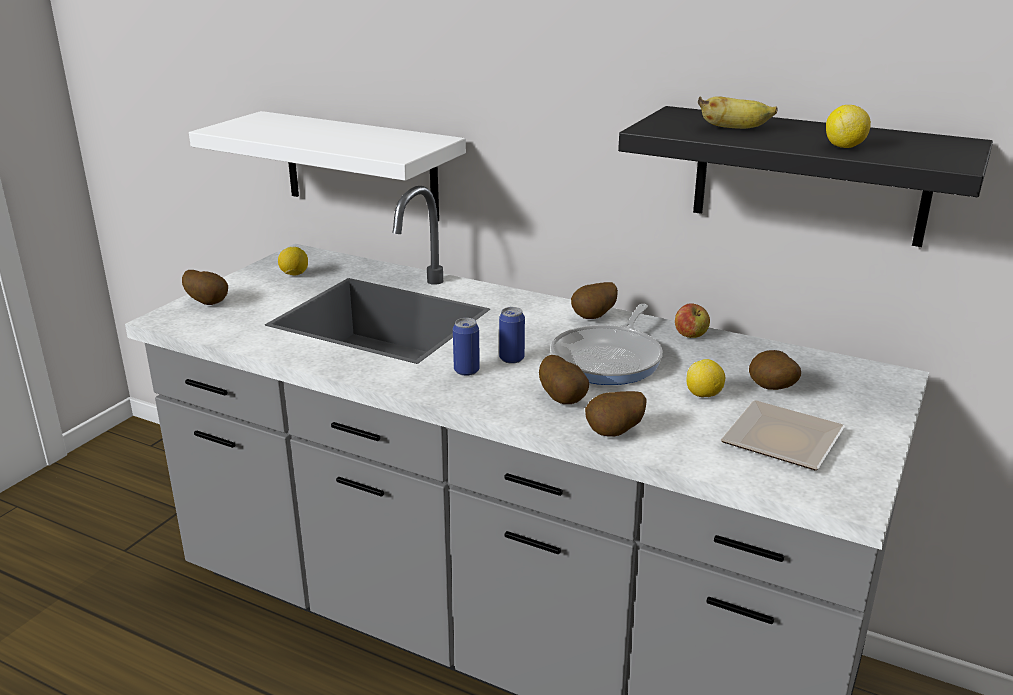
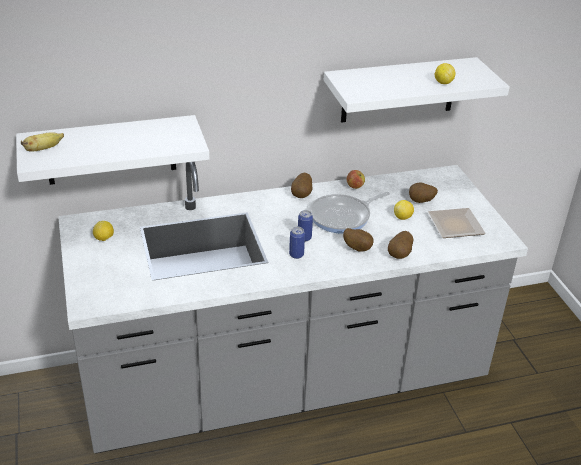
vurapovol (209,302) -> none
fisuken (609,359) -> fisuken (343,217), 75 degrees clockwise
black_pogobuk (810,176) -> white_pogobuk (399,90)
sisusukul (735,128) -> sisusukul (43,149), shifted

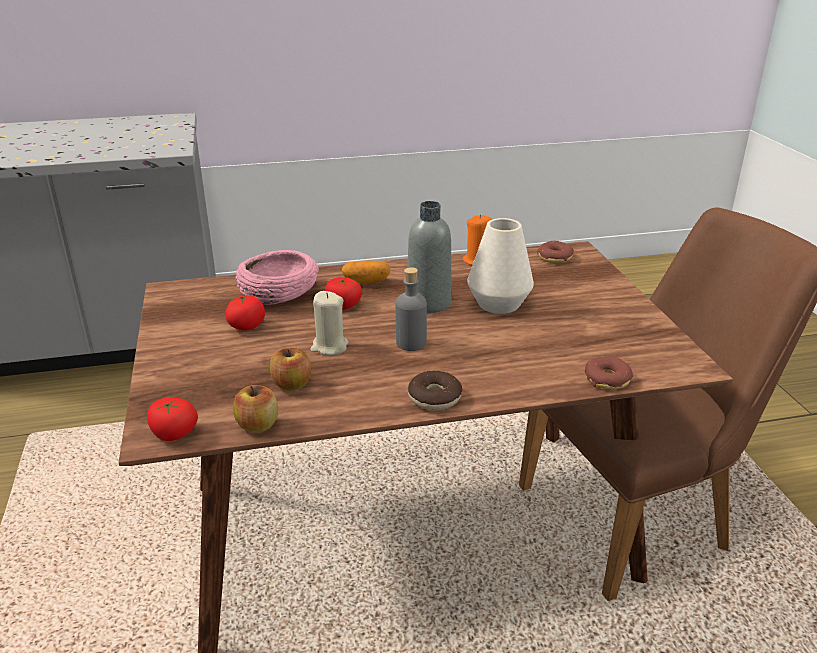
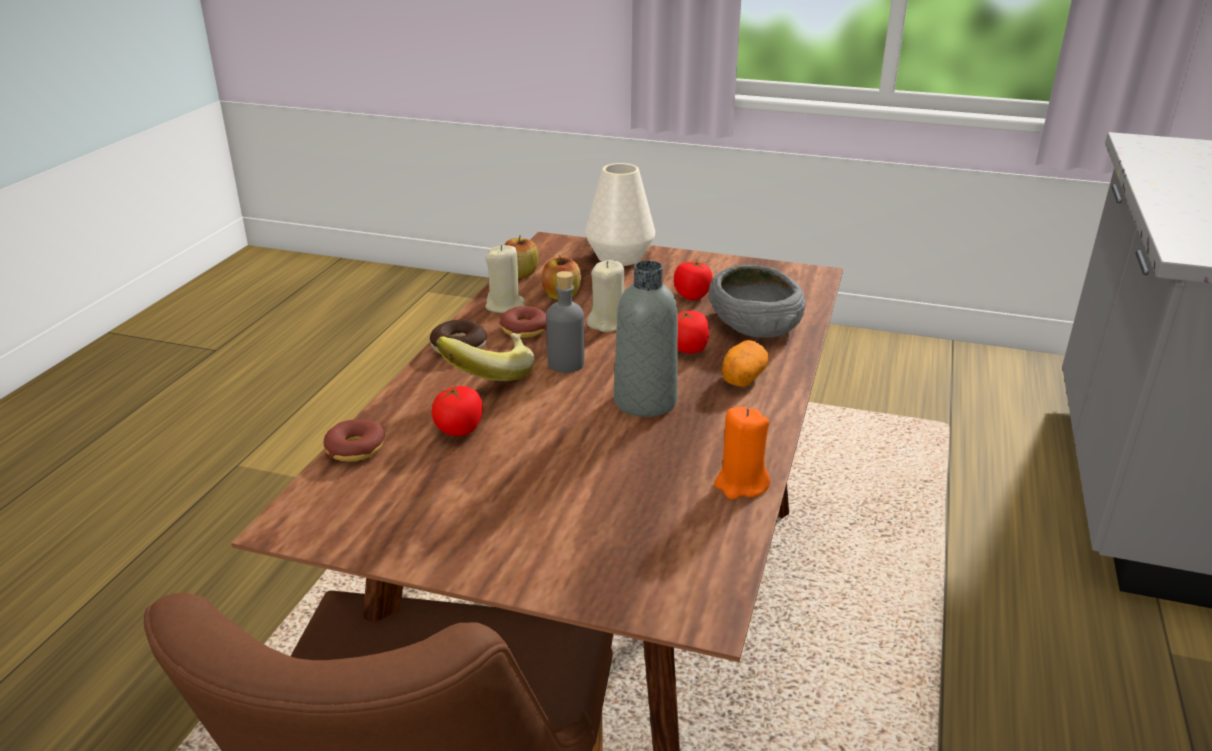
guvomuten (174,434) -> guvomuten (459,429), shifted
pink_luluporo (278,293) -> grey_luluporo (755,322)
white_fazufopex (499,304) -> white_fazufopex (619,257), shifted
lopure (555,258) -> lopure (524,330), shifted
none -> sisusukul (489,373)
none -> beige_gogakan (505,306)

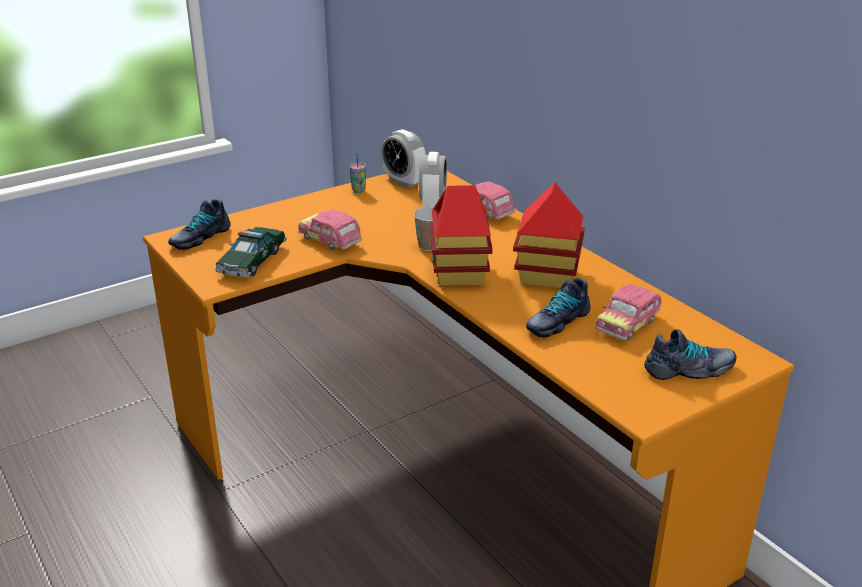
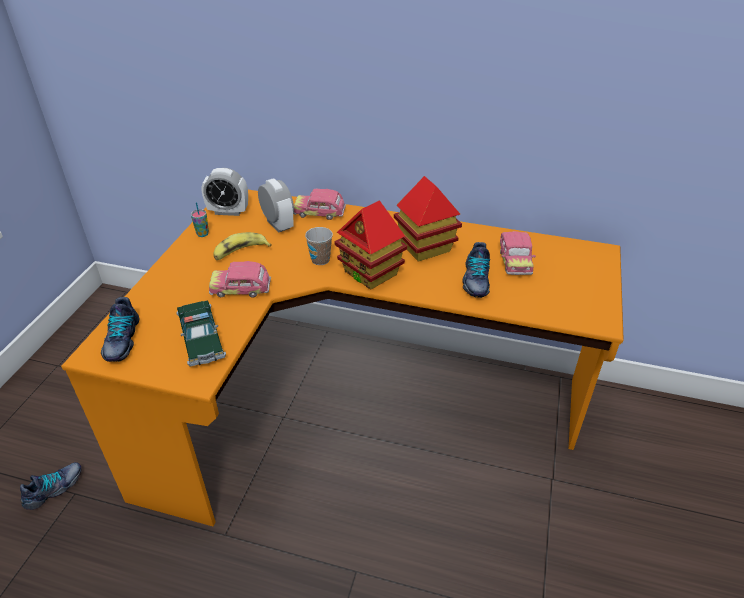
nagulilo (689,370) -> nagulilo (54,489), shifted
none -> sisusukul (240,252)

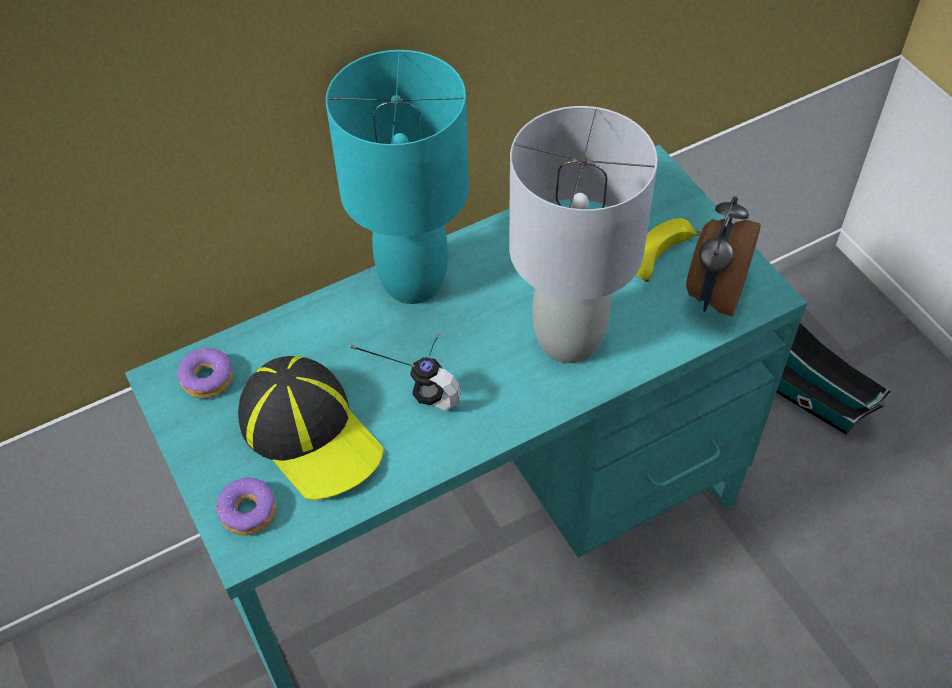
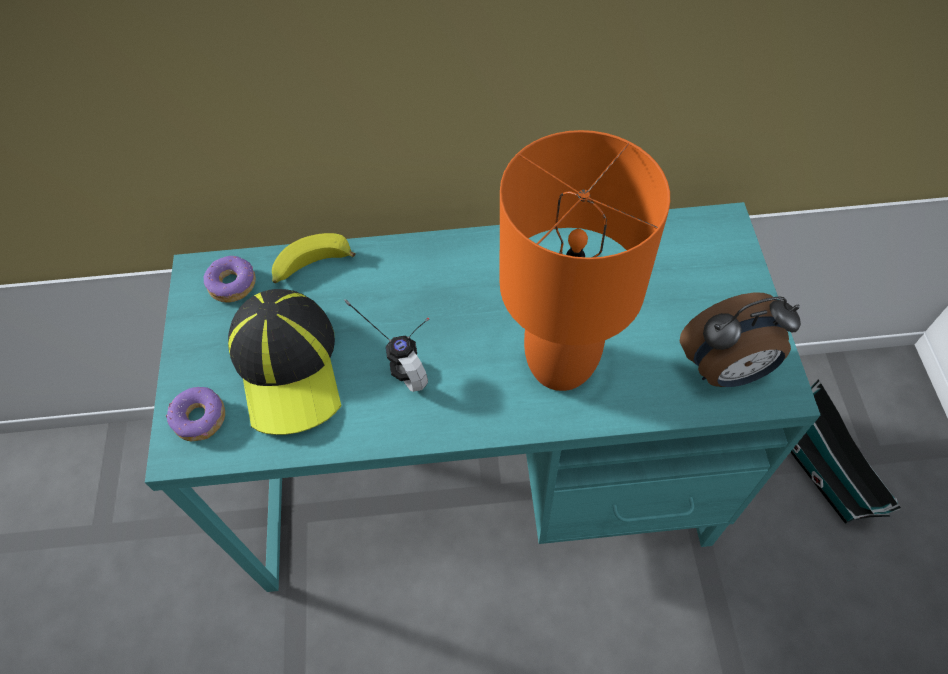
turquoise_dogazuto (412,282) -> none
grey_dogazuto (570,339) -> orange_dogazuto (562,364)
sisusukul (662,259) -> sisusukul (311,267), shifted
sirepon (713,293) -> sirepon (726,370), 150 degrees counterclockwise

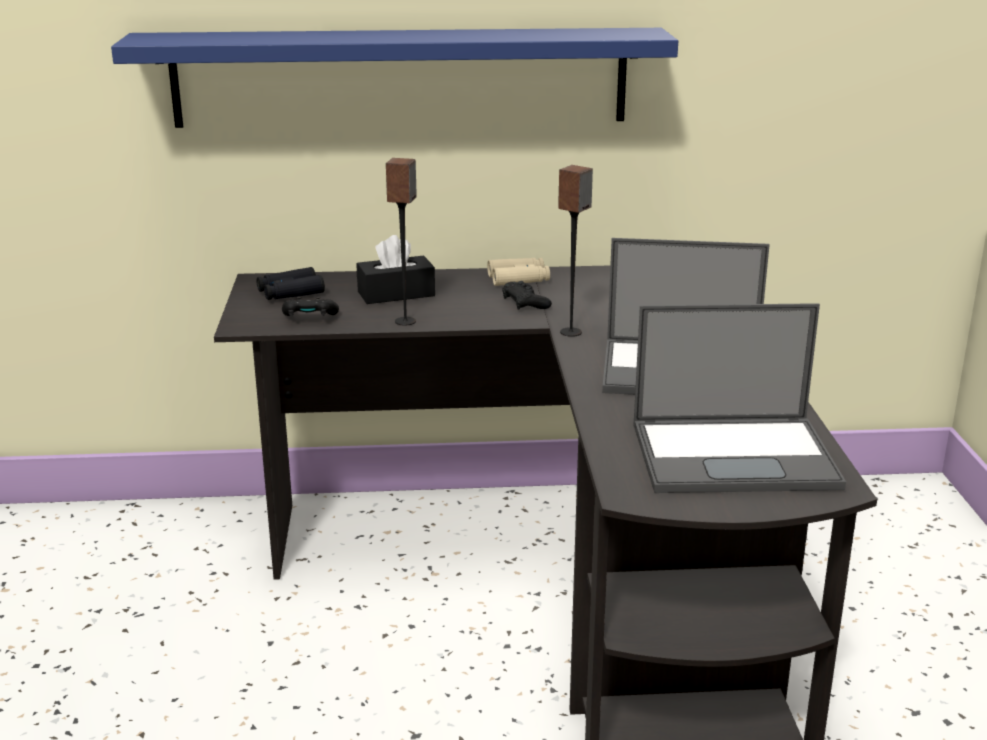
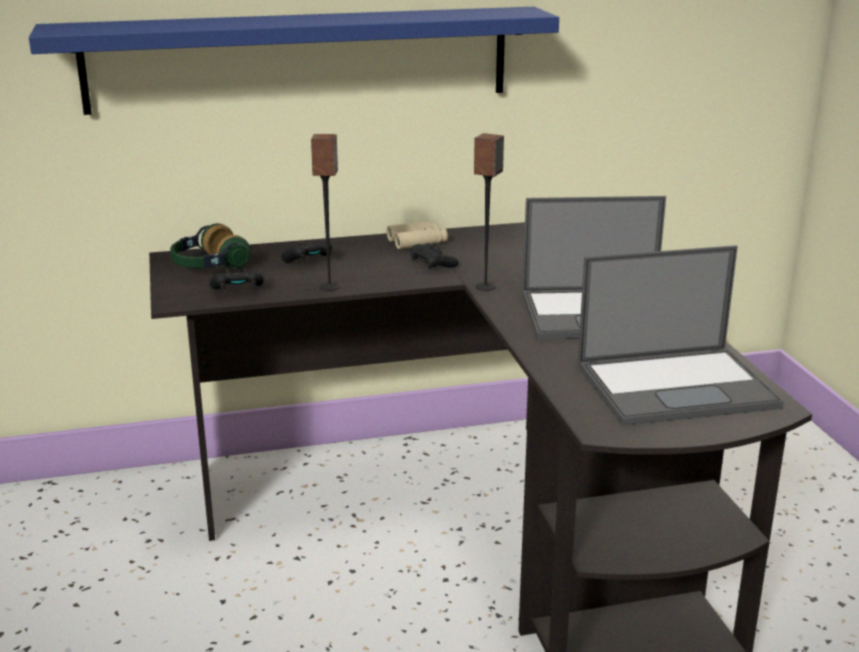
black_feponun (290,292) -> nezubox (209,267)
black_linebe (396,294) -> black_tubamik (310,262)

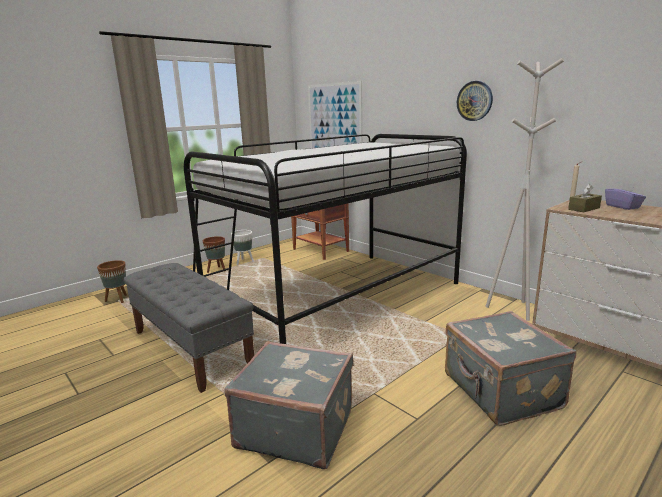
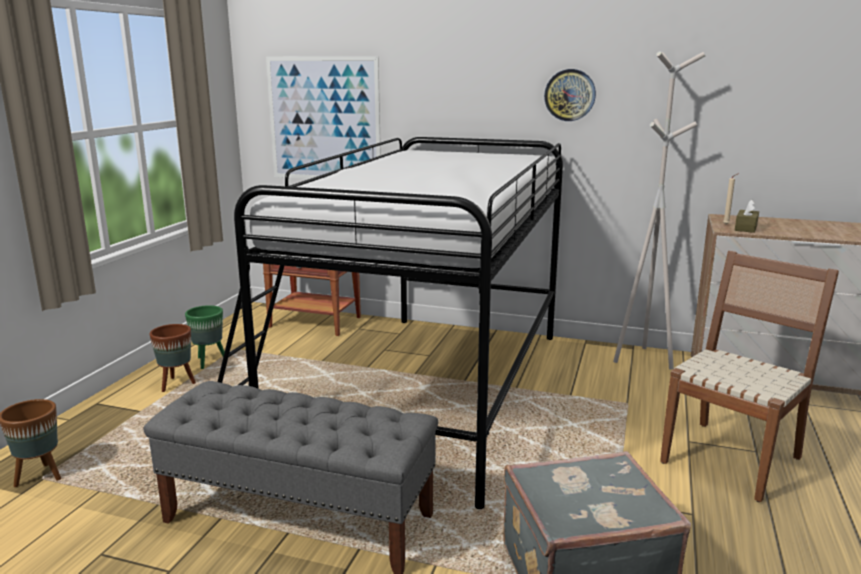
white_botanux (244,262) -> green_botanux (209,361)
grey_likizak (500,392) -> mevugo (733,457)
purple_linebe (622,207) -> none

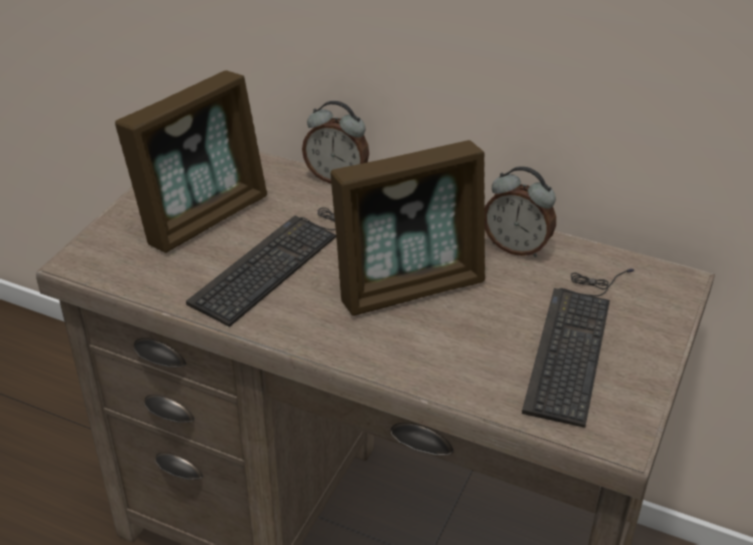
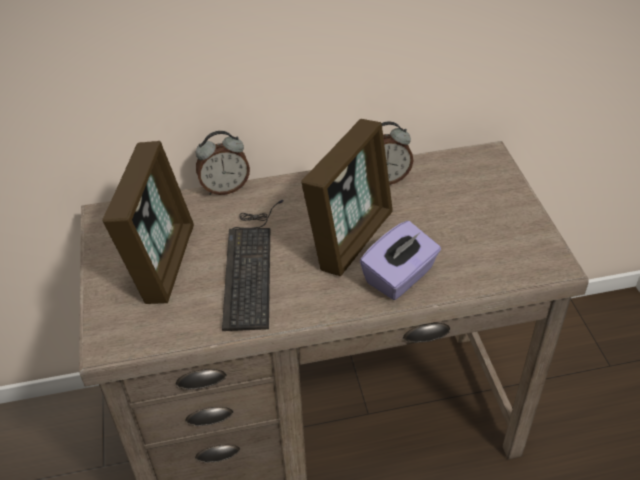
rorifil (575,340) -> none
none -> purple_linebe (399,277)

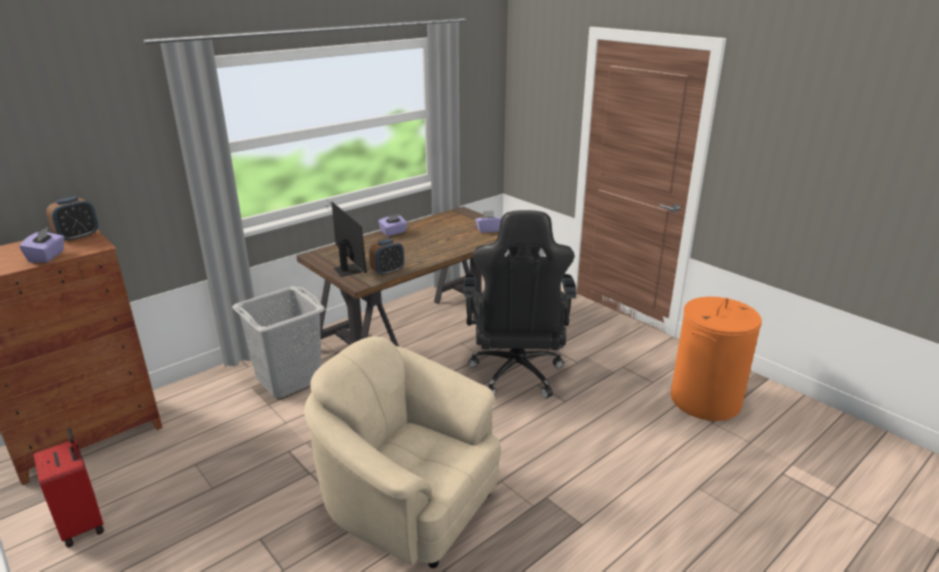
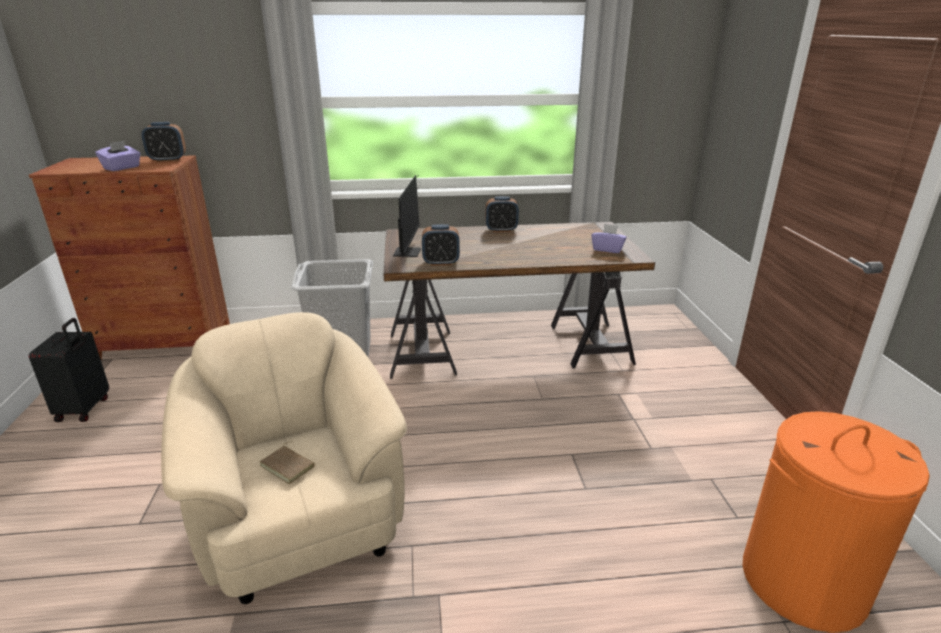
red_likizak (84,524) -> black_likizak (85,409)
purple_linebe (393,232) -> sirepon (501,230)
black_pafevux (515,370) -> none
none -> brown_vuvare (289,466)

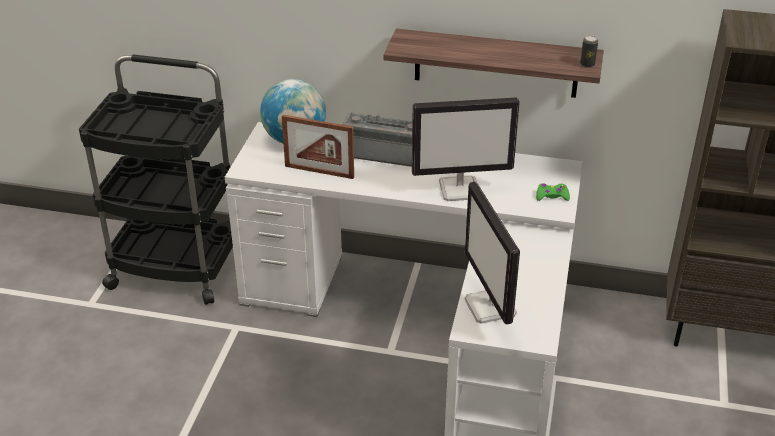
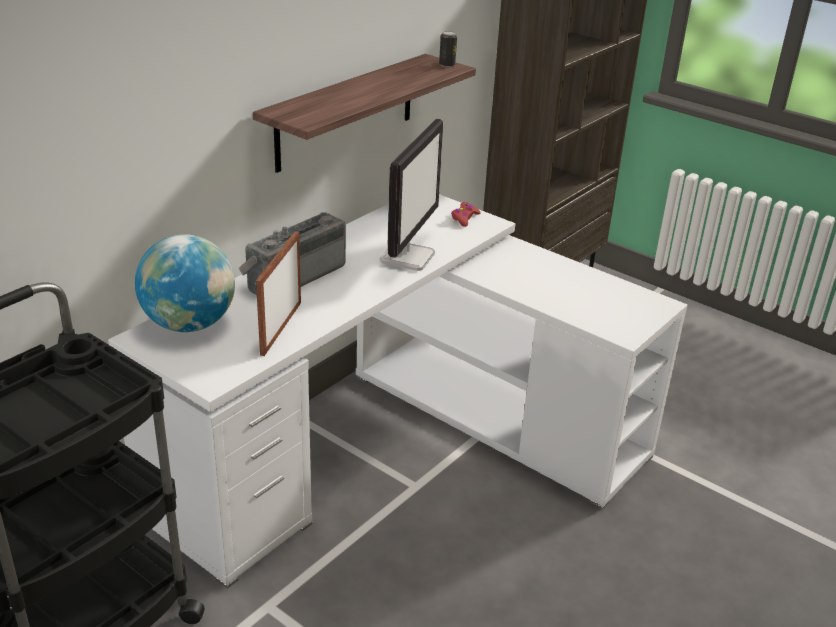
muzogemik (319,172) -> muzogemik (281,328), 150 degrees clockwise
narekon (491,307) -> none
green_tubamik (552,196) -> red_tubamik (464,218)

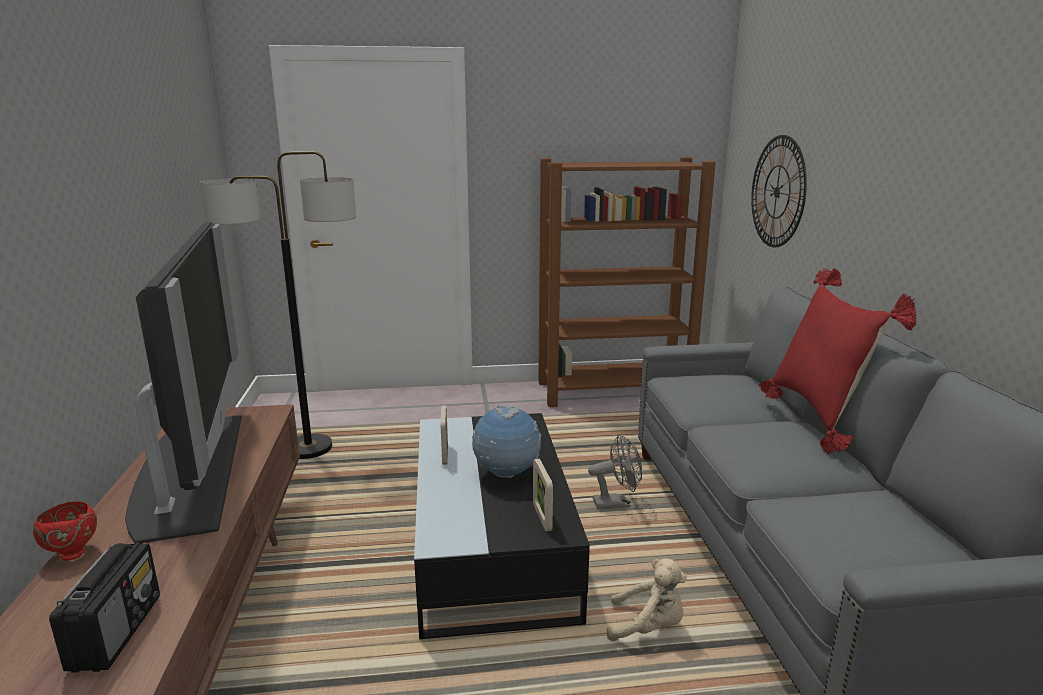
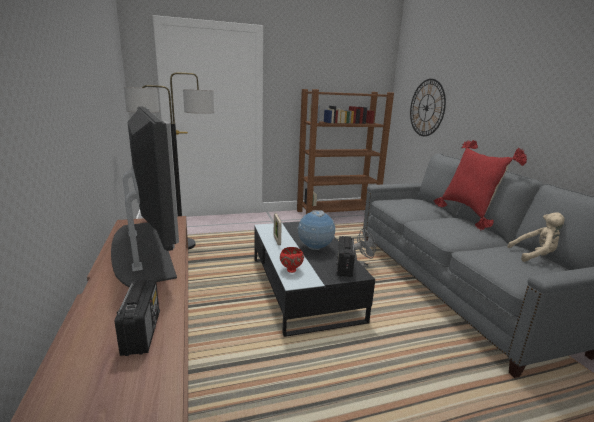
red_luluporo (73,553) -> red_luluporo (291,270), shifted
muzogemik (542,517) -> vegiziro (344,267)
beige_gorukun (648,627) -> beige_gorukun (535,256), shifted

